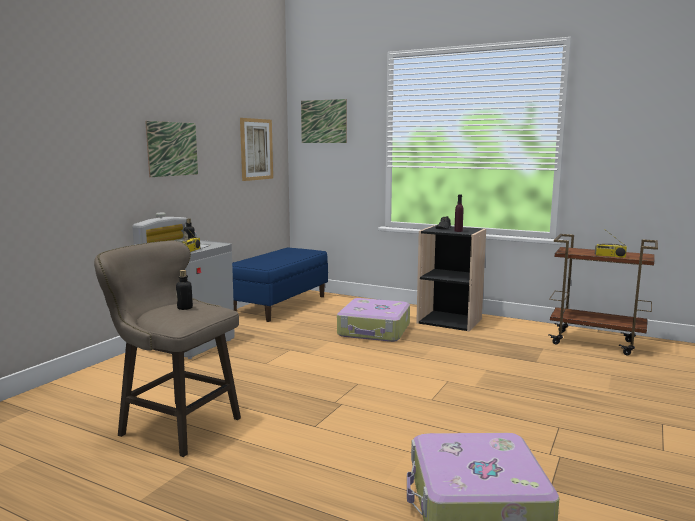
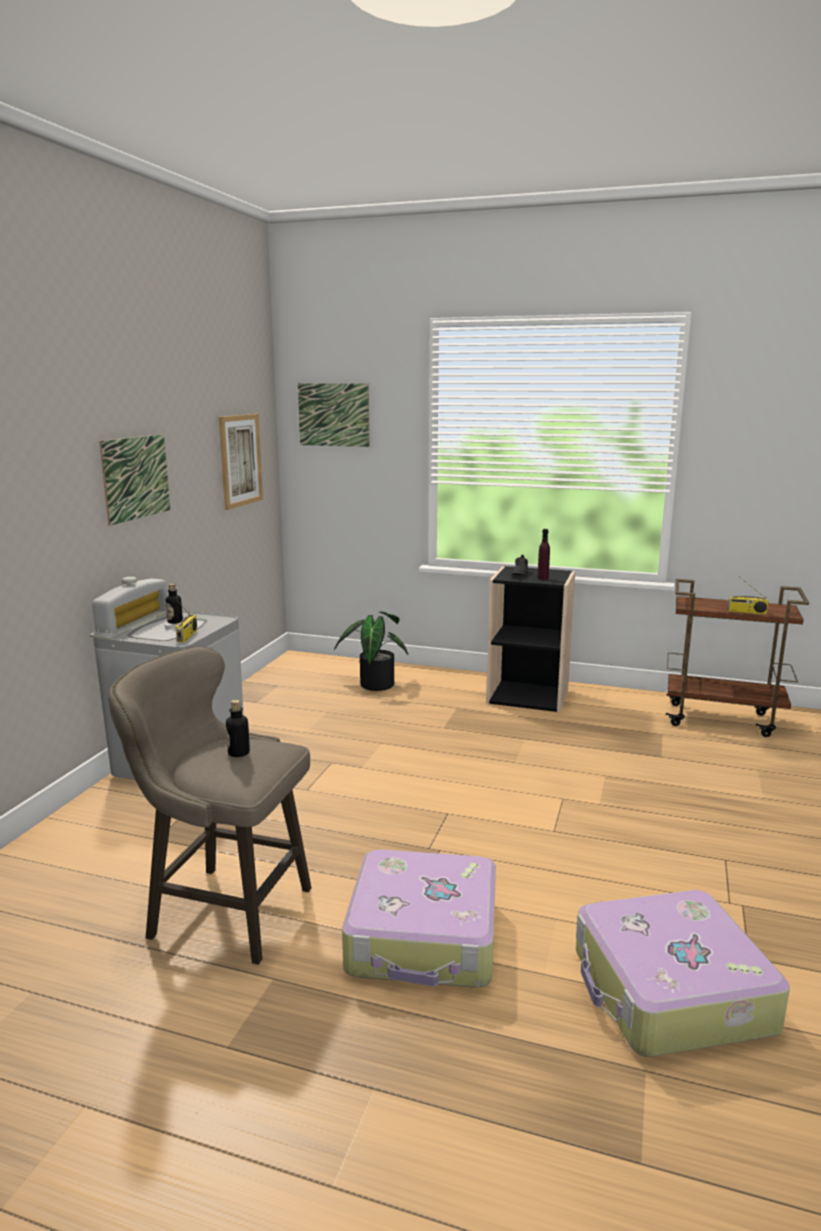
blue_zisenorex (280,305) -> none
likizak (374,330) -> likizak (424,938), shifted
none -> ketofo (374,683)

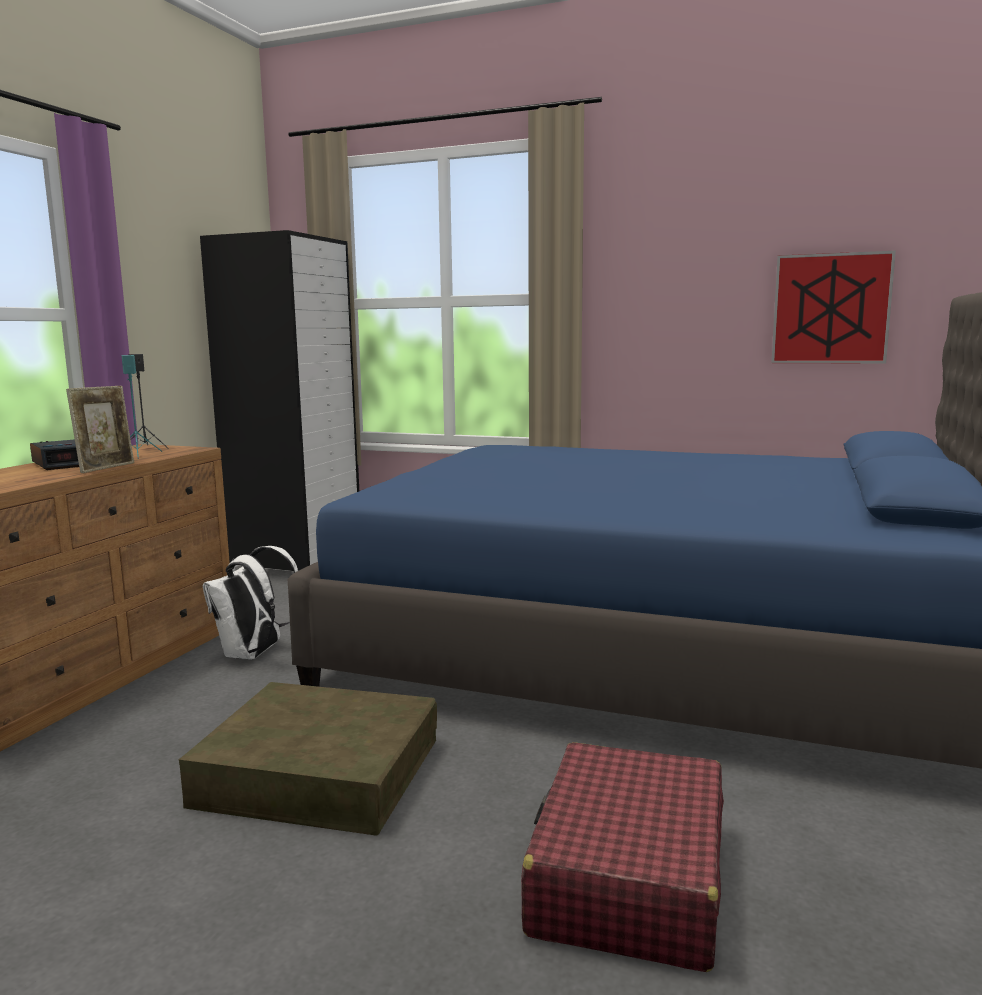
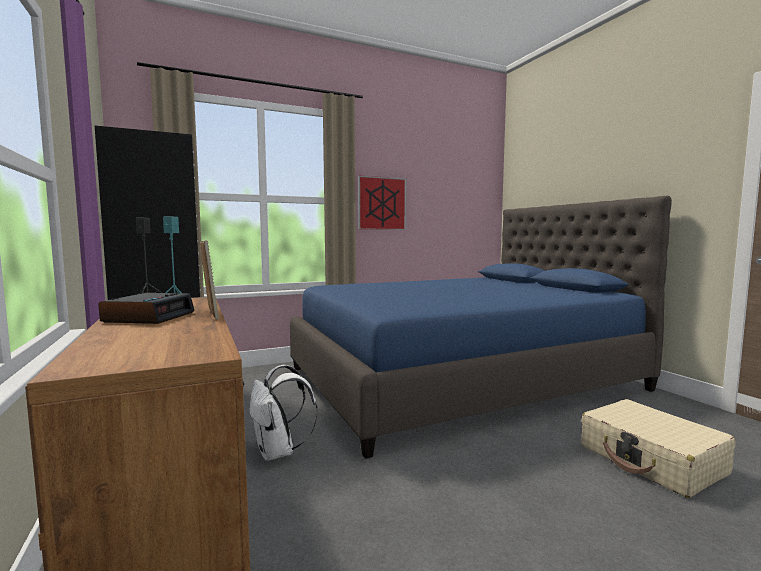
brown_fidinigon (319,771) -> none
red_likizak (628,878) -> beige_likizak (651,460)
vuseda (831,309) -> vuseda (382,203), shifted

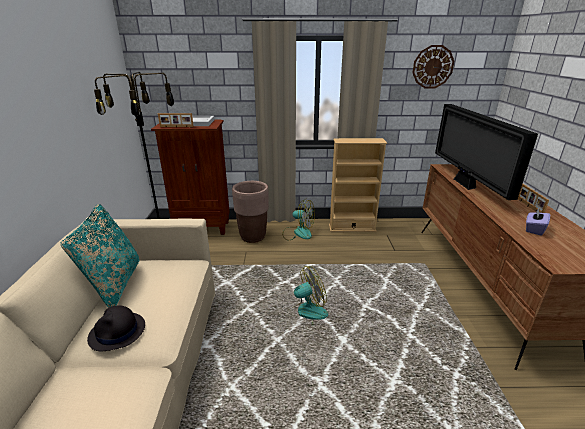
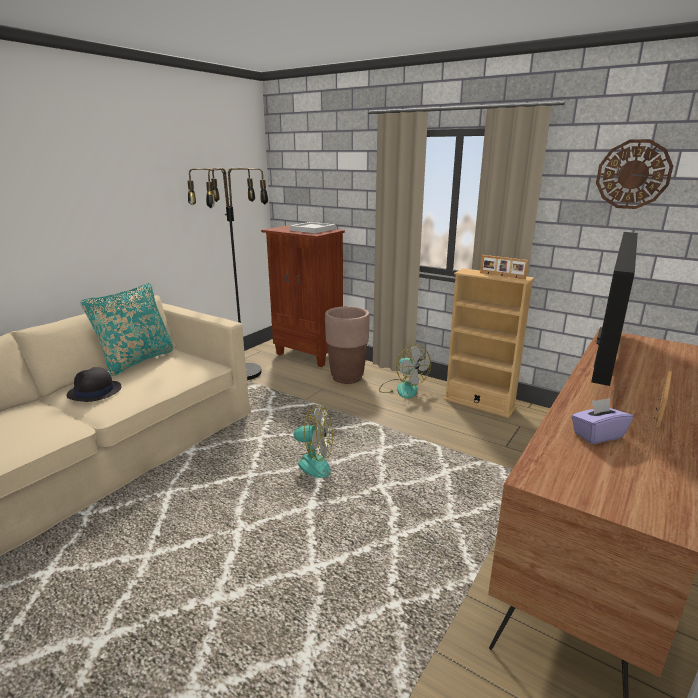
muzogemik (176,127) -> muzogemik (502,276), shifted

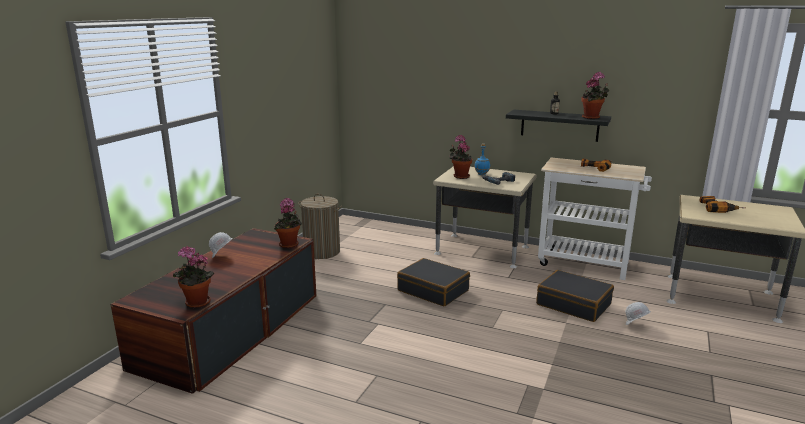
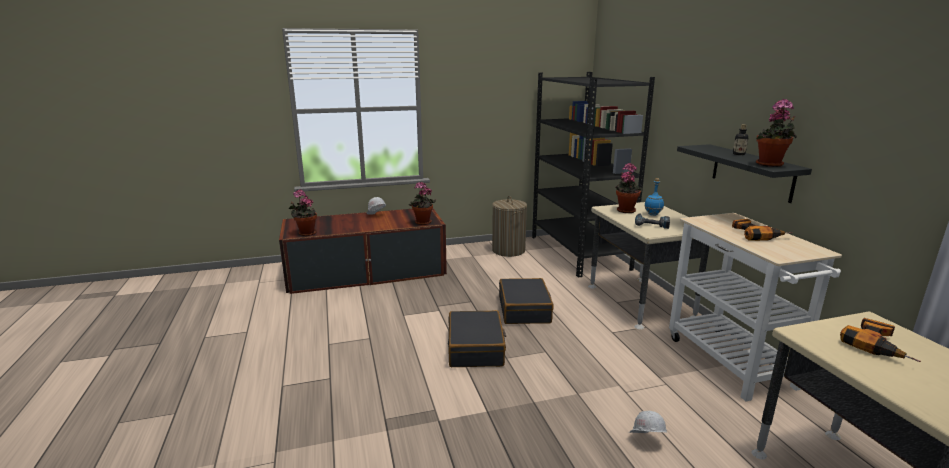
black_likizak (573,304) -> black_likizak (476,348), shifted
none -> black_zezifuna (578,252)

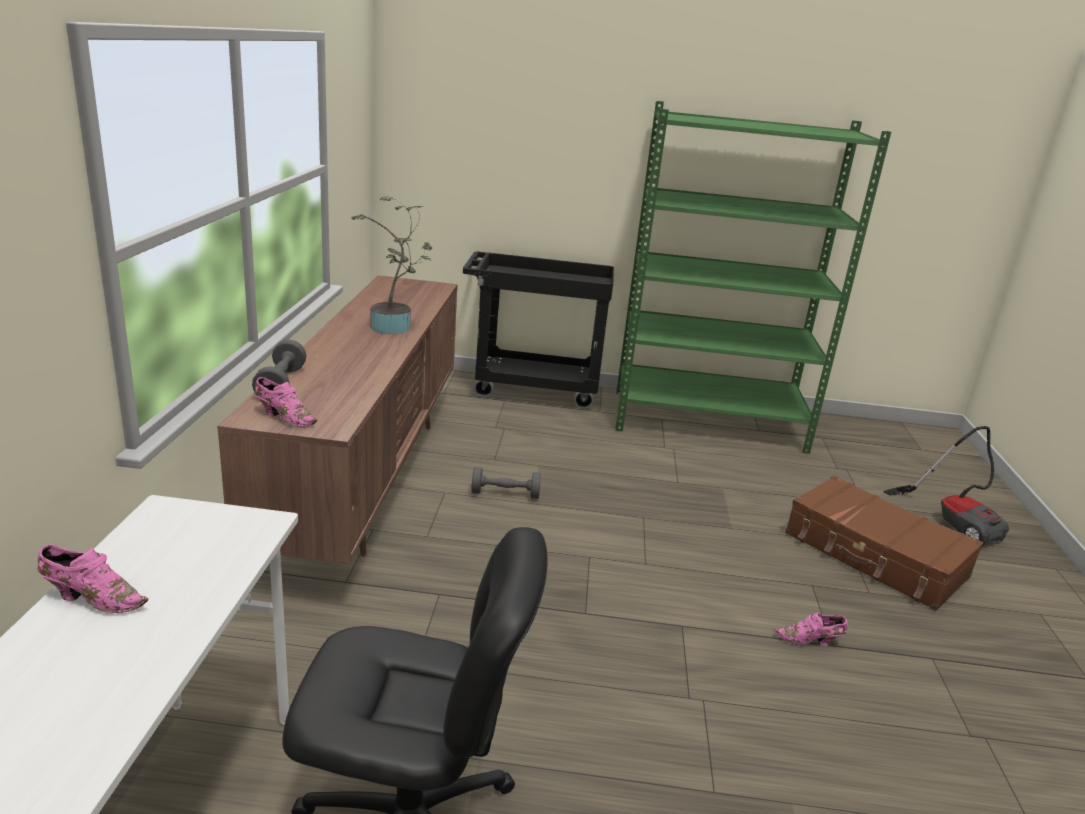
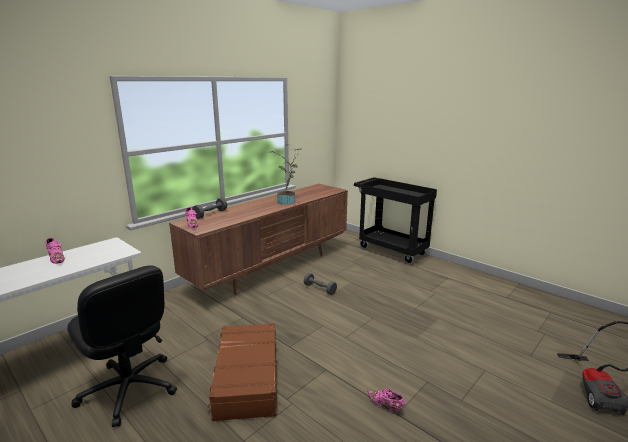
green_zezifuna (707,421) -> none
brown_likizak (874,556) -> brown_likizak (246,378), shifted

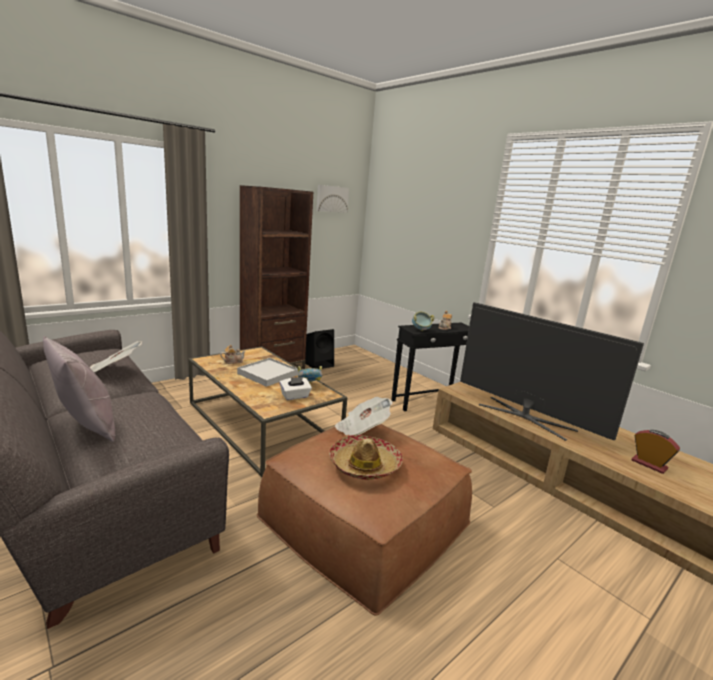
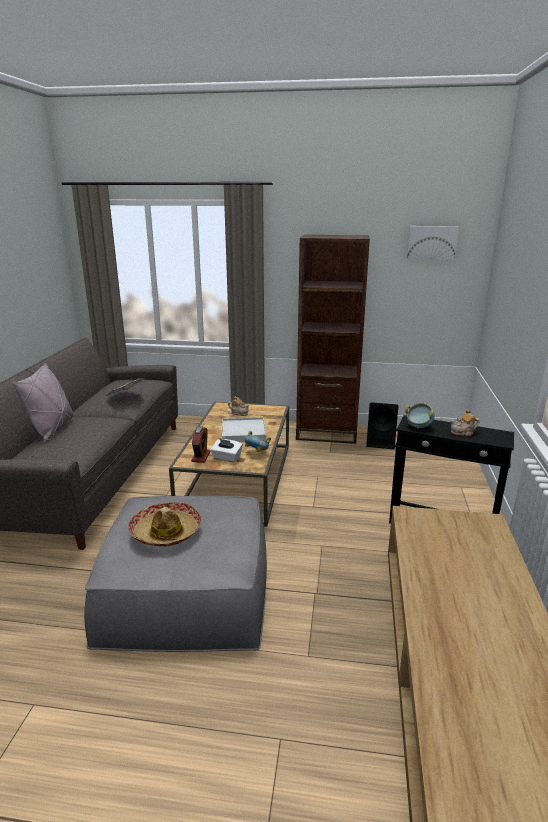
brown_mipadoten (365,519) -> grey_mipadoten (187,588)
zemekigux (362,429) -> none
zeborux (526,417) -> none
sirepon (649,464) -> sirepon (201,456), shifted

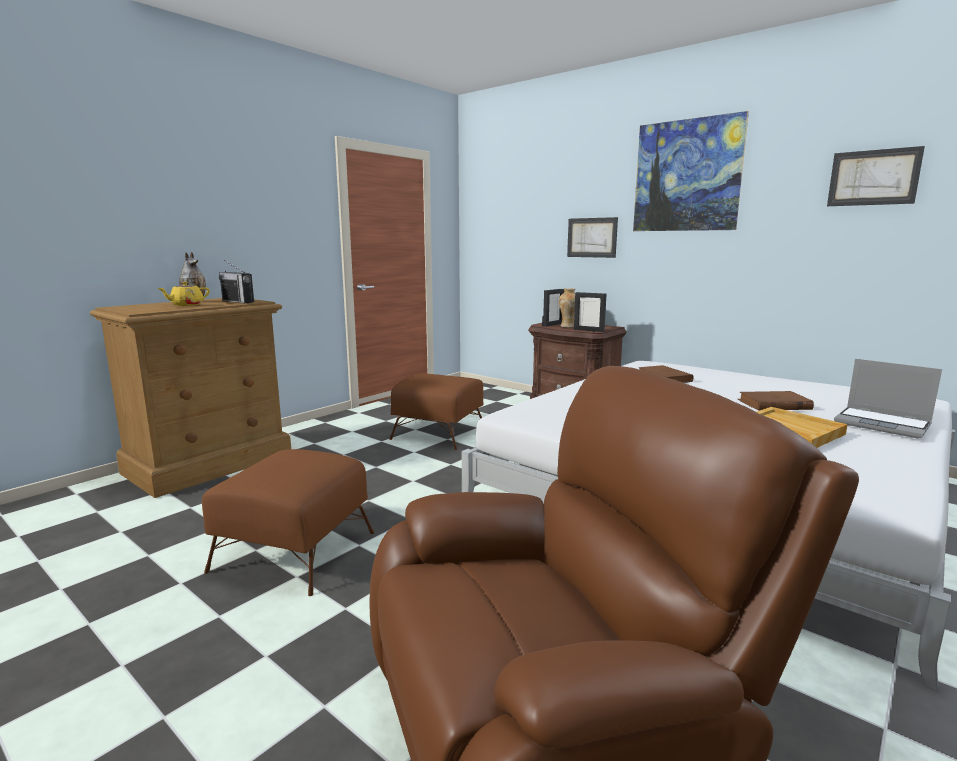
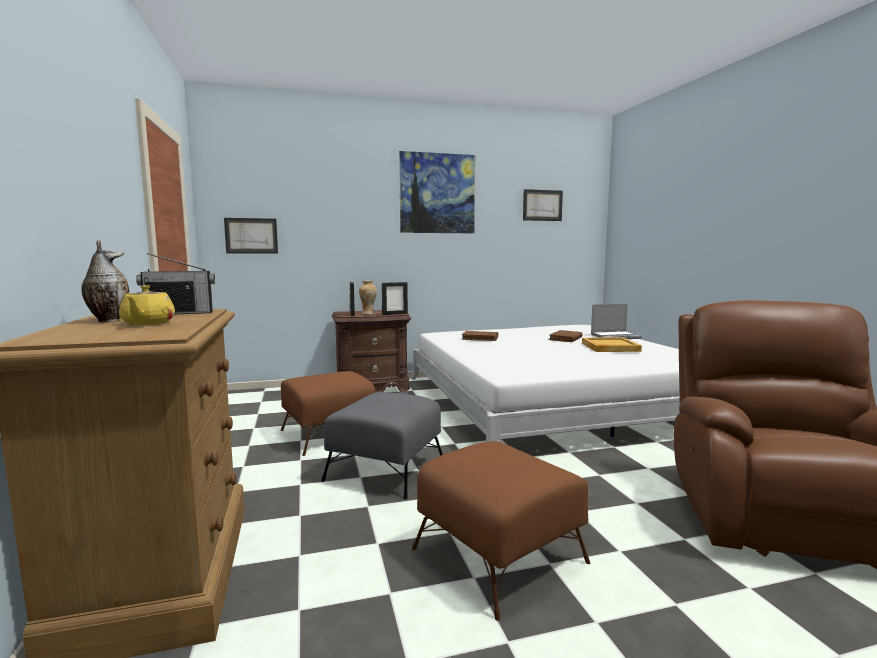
vuseda (592,237) -> vuseda (251,235), shifted
none -> grey_mipadoten (386,469)

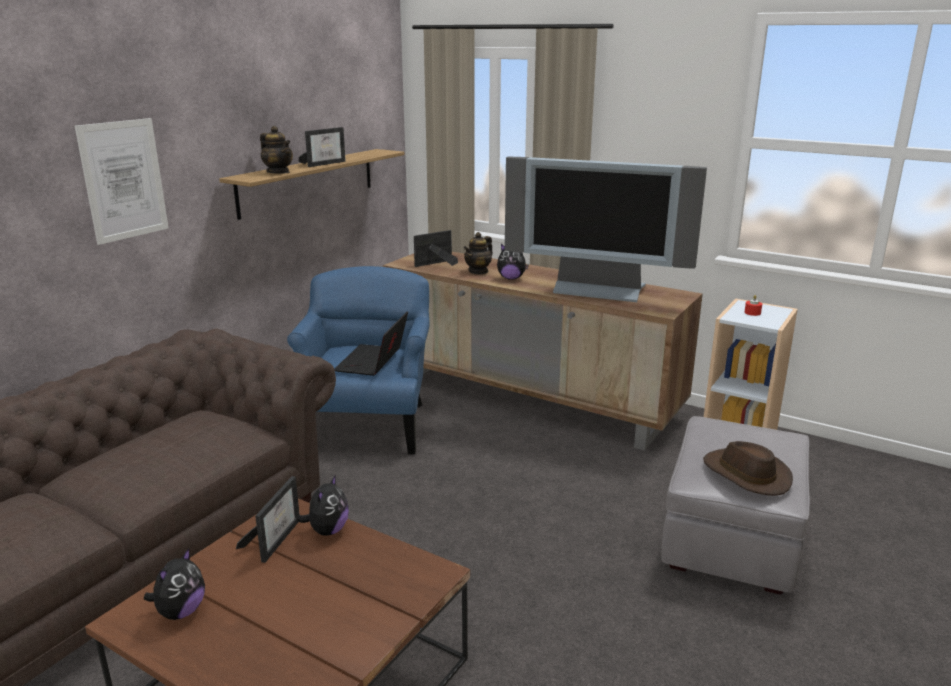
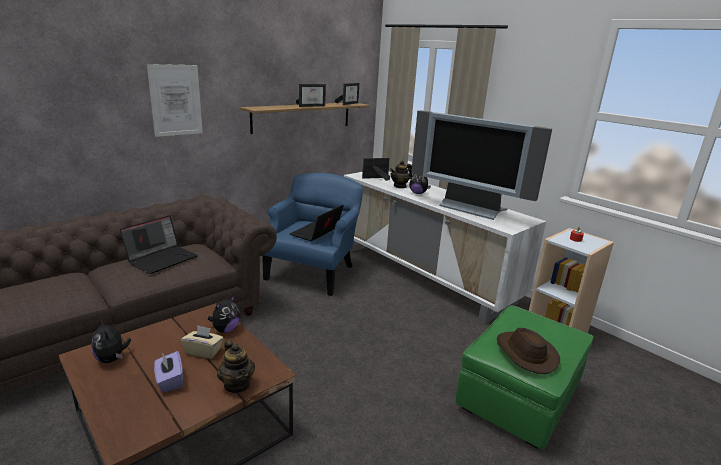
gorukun (180,611) -> gorukun (112,359), 105 degrees clockwise
muzogemik (275,538) -> muzogemik (348,103), shifted
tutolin (278,172) -> tutolin (237,385), shifted
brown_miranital (531,397) -> white_miranital (424,274)
grey_mipadoten (731,539) -> green_mipadoten (518,398)
none -> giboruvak (162,258)
none -> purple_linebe (169,381)
none -> beige_linebe (204,351)

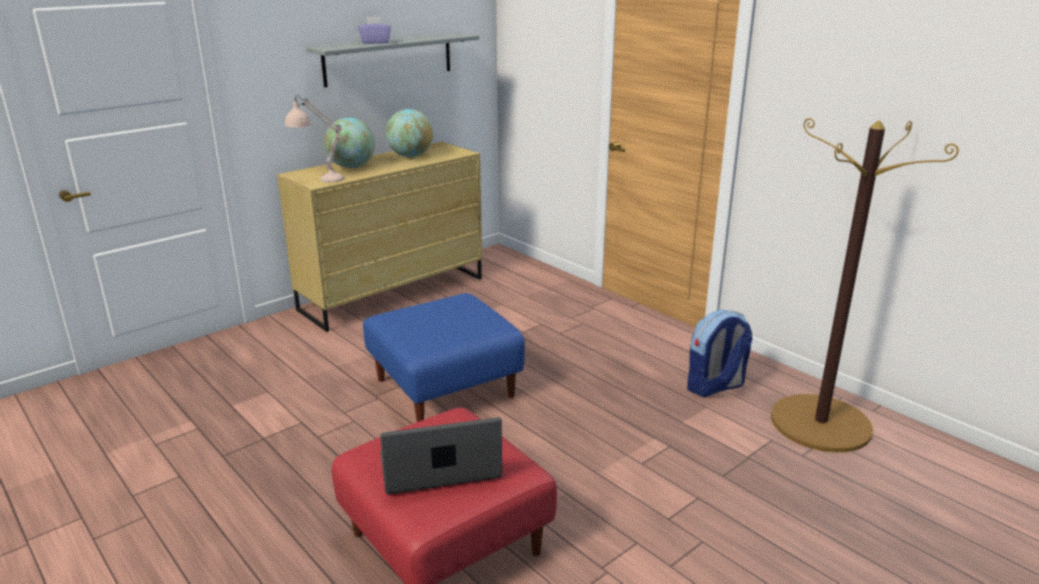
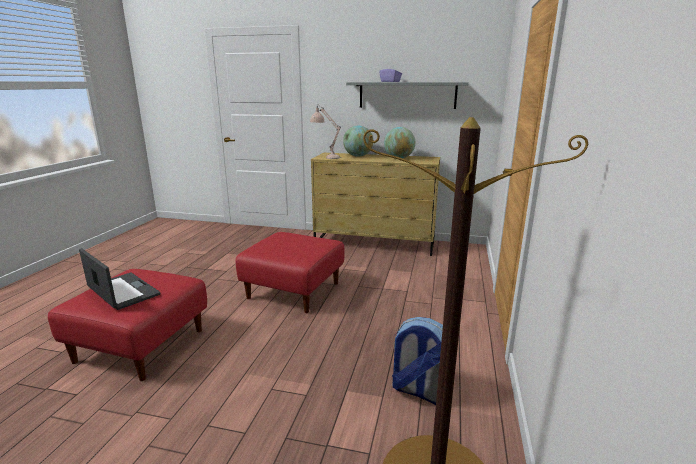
blue_mipadoten (445,387) -> red_mipadoten (294,290)

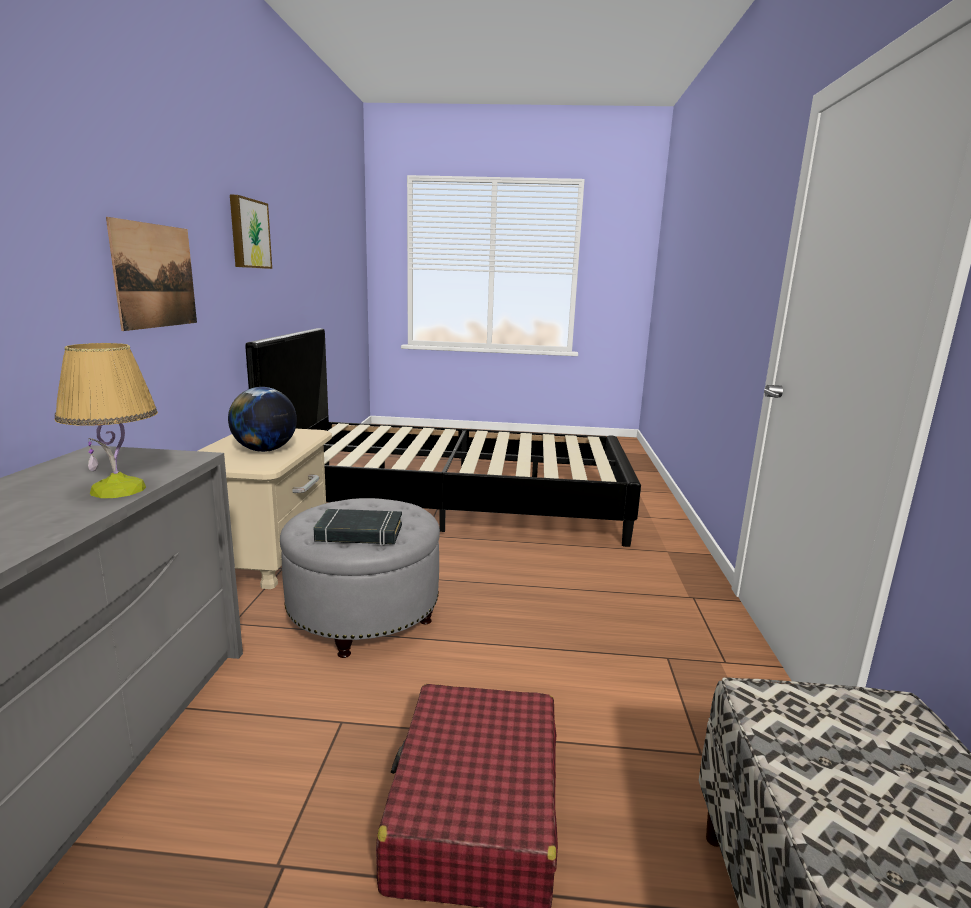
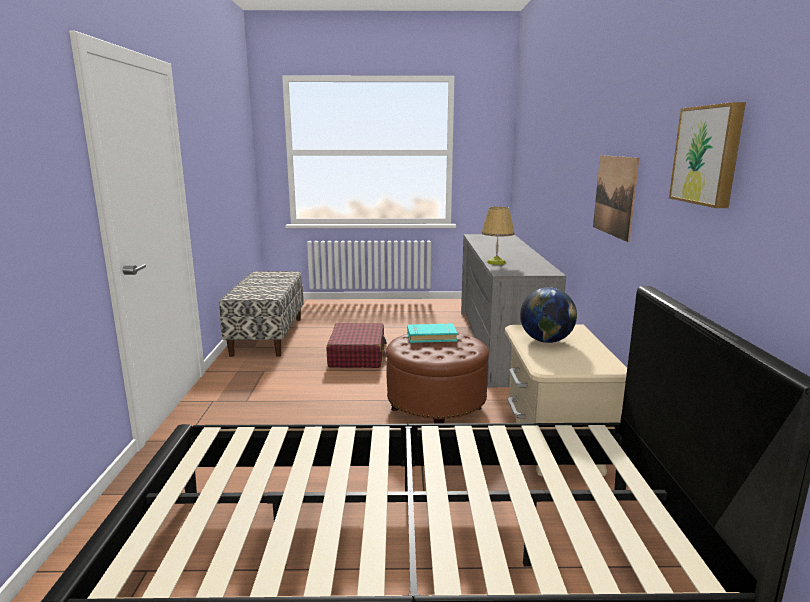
grey_mipadoten (364,617) -> brown_mipadoten (436,408)
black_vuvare (359,533) -> turquoise_vuvare (431,337)

